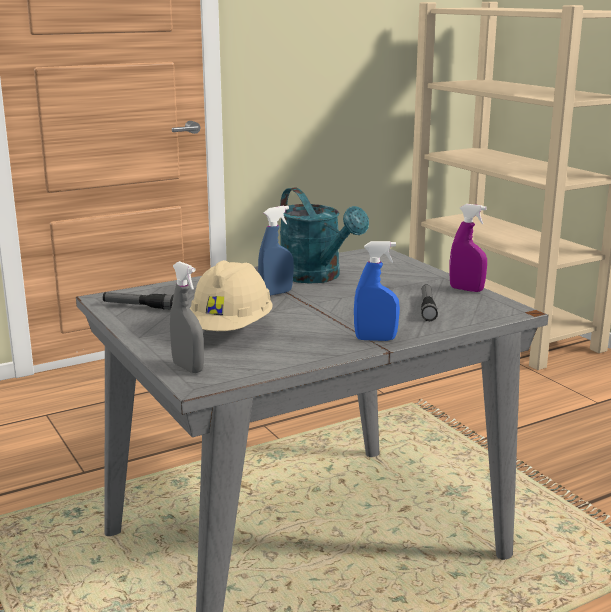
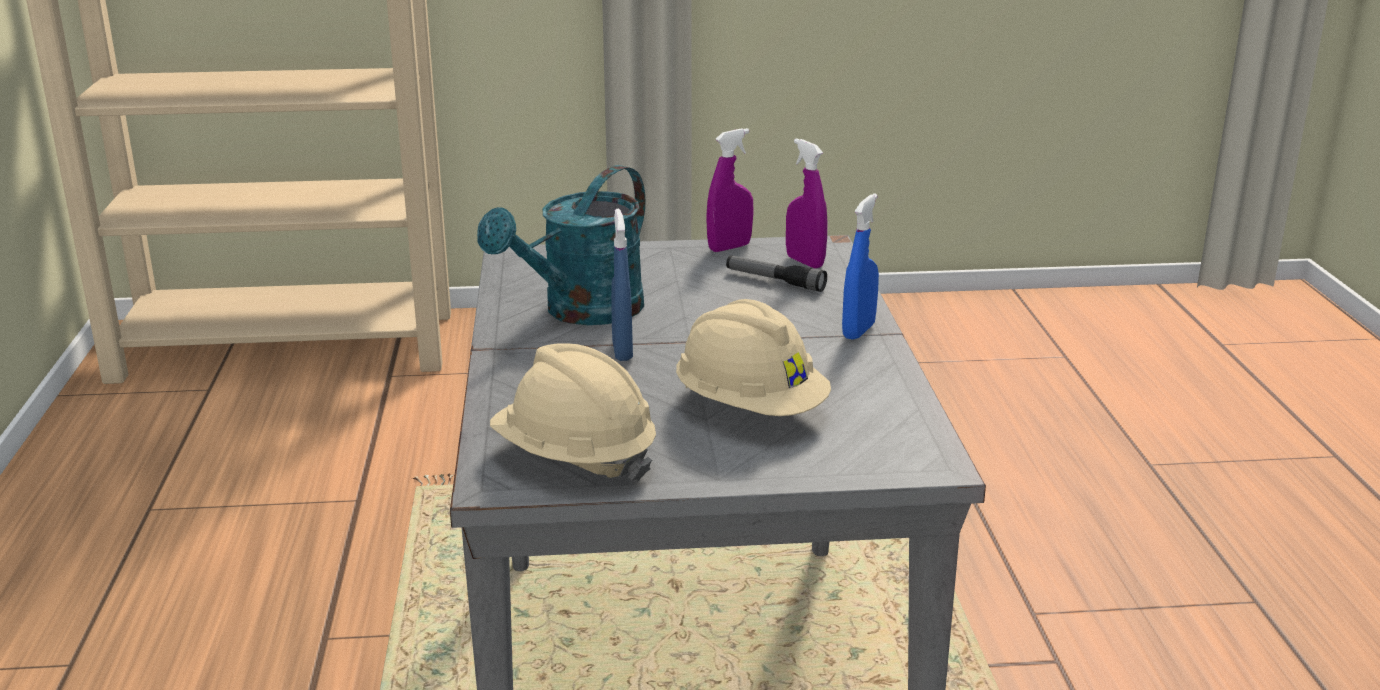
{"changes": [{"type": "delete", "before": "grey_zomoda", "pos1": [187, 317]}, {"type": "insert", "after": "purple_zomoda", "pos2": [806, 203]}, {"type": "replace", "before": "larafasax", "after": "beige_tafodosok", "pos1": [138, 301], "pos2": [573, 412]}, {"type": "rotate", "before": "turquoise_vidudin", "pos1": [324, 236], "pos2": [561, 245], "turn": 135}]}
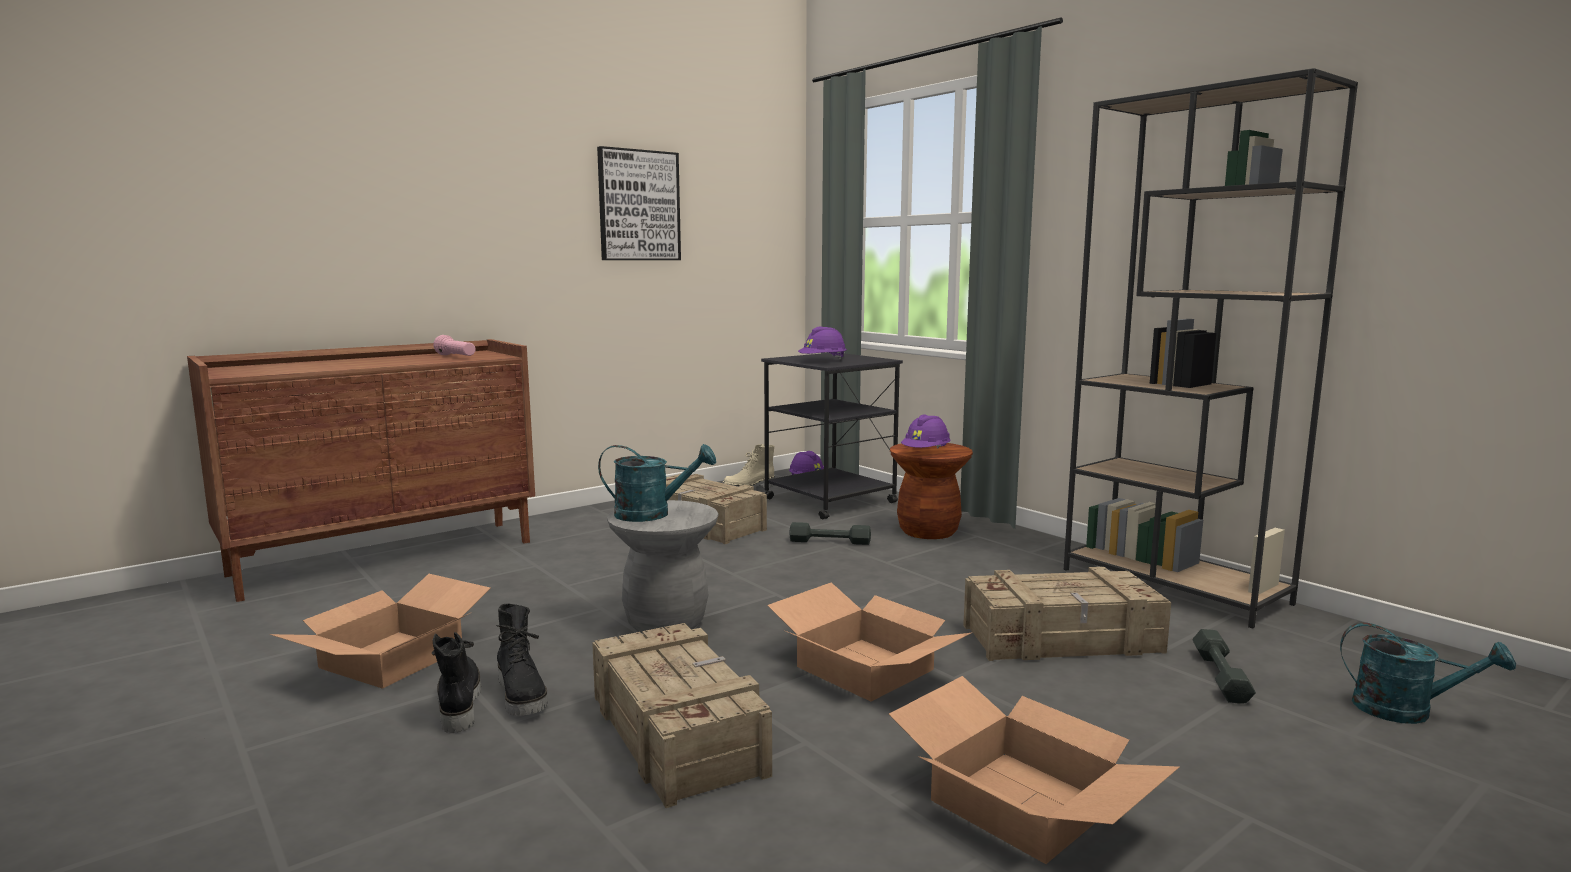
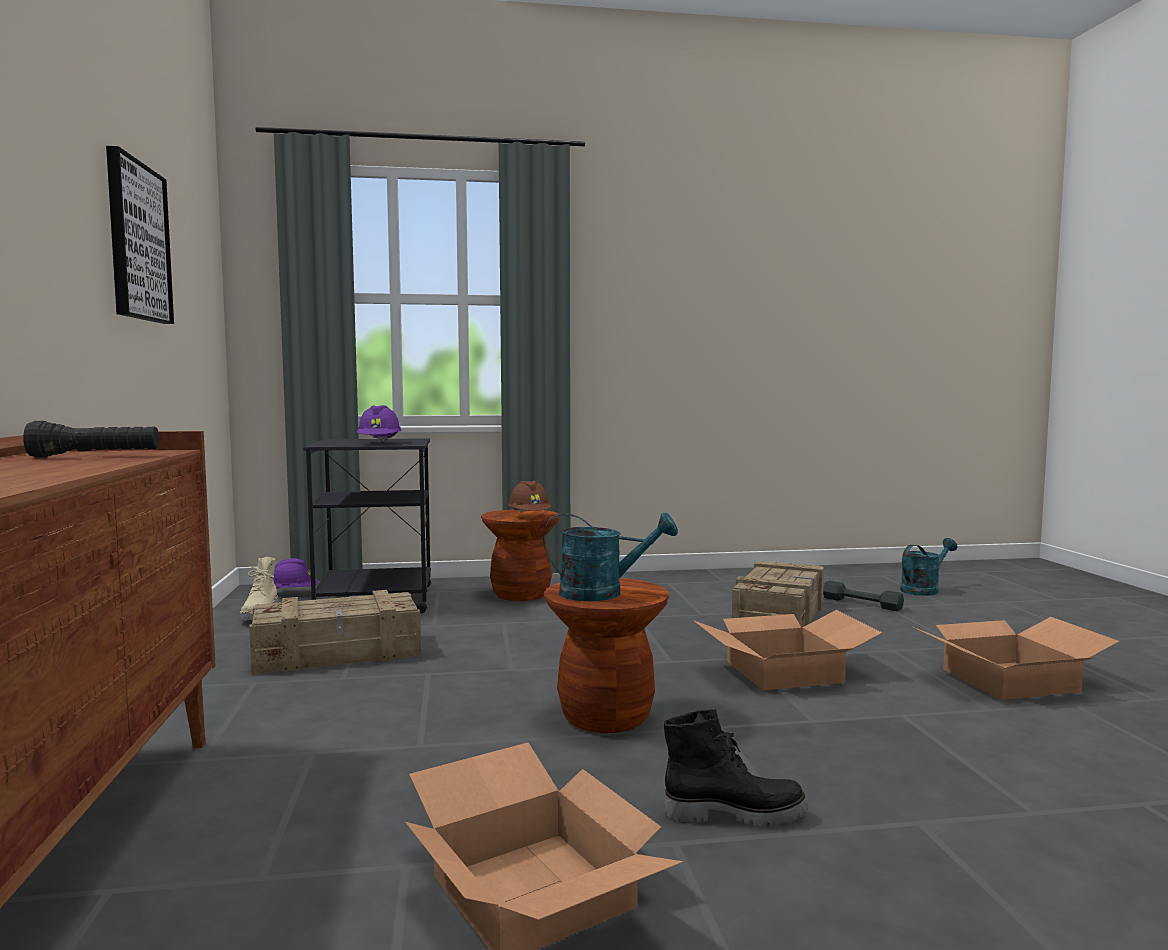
{"changes": [{"type": "delete", "before": "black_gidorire", "pos1": [456, 682]}, {"type": "delete", "before": "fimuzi", "pos1": [682, 715]}, {"type": "delete", "before": "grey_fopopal", "pos1": [830, 533]}, {"type": "delete", "before": "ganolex", "pos1": [1211, 348]}, {"type": "recolor", "before": "pink_larafasax", "after": "black_larafasax", "pos1": [454, 345], "pos2": [91, 439]}, {"type": "recolor", "before": "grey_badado", "after": "brown_badado", "pos1": [662, 566], "pos2": [606, 655]}, {"type": "recolor", "before": "purple_tafodosok", "after": "brown_tafodosok", "pos1": [925, 431], "pos2": [529, 497]}, {"type": "rotate", "before": "turquoise_vidudin", "pos1": [657, 483], "pos2": [610, 556], "turn": 60}]}
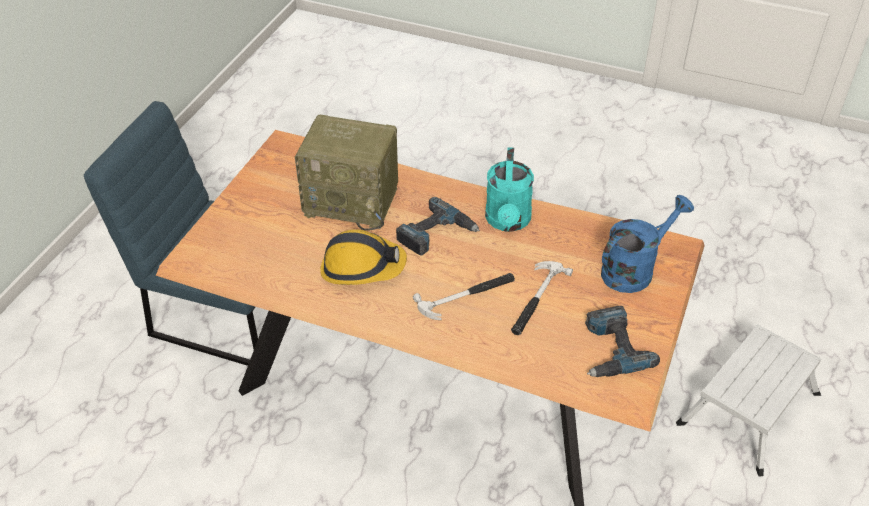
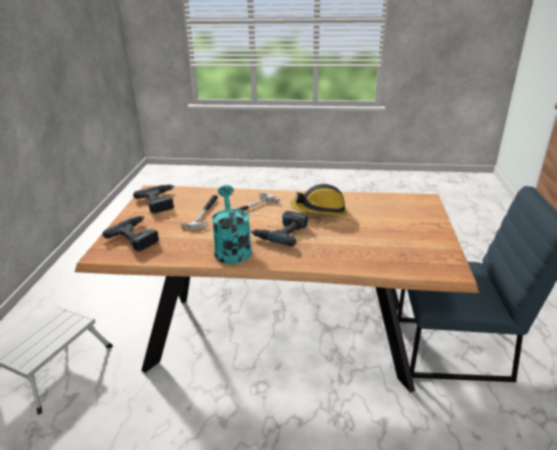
{"changes": [{"type": "delete", "before": "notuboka", "pos1": [346, 173]}, {"type": "replace", "before": "blue_vidudin", "after": "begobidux", "pos1": [647, 244], "pos2": [130, 233]}]}
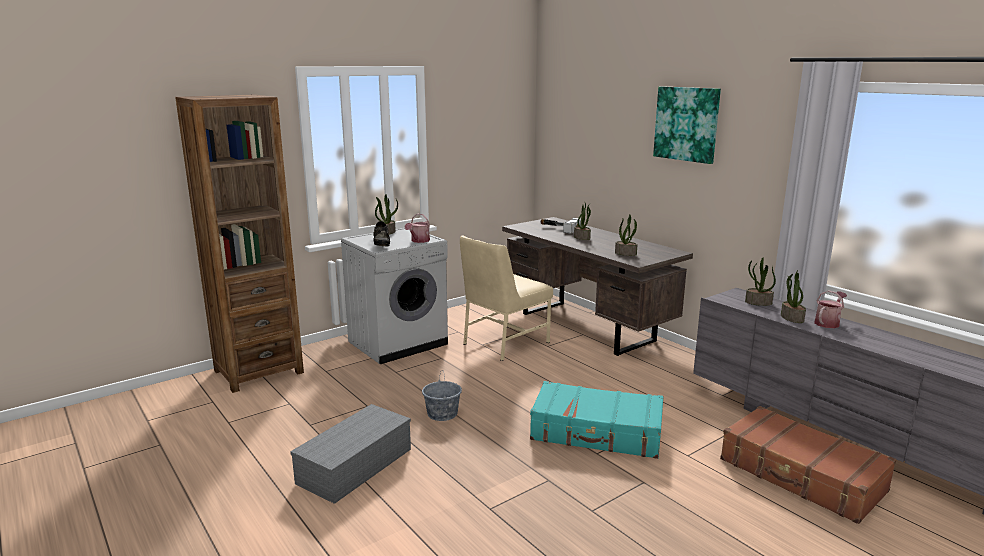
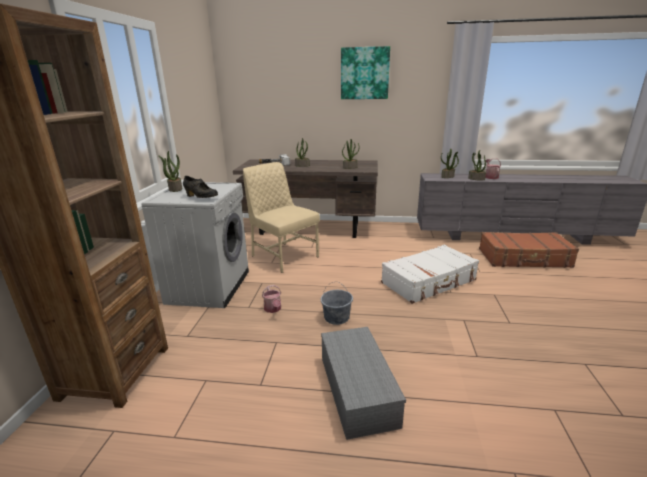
{"changes": [{"type": "move", "before": "vidudin", "pos1": [417, 228], "pos2": [271, 299]}, {"type": "recolor", "before": "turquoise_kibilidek", "after": "white_kibilidek", "pos1": [597, 420], "pos2": [430, 274]}, {"type": "rotate", "before": "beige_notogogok", "pos1": [506, 298], "pos2": [281, 217], "turn": 135}]}
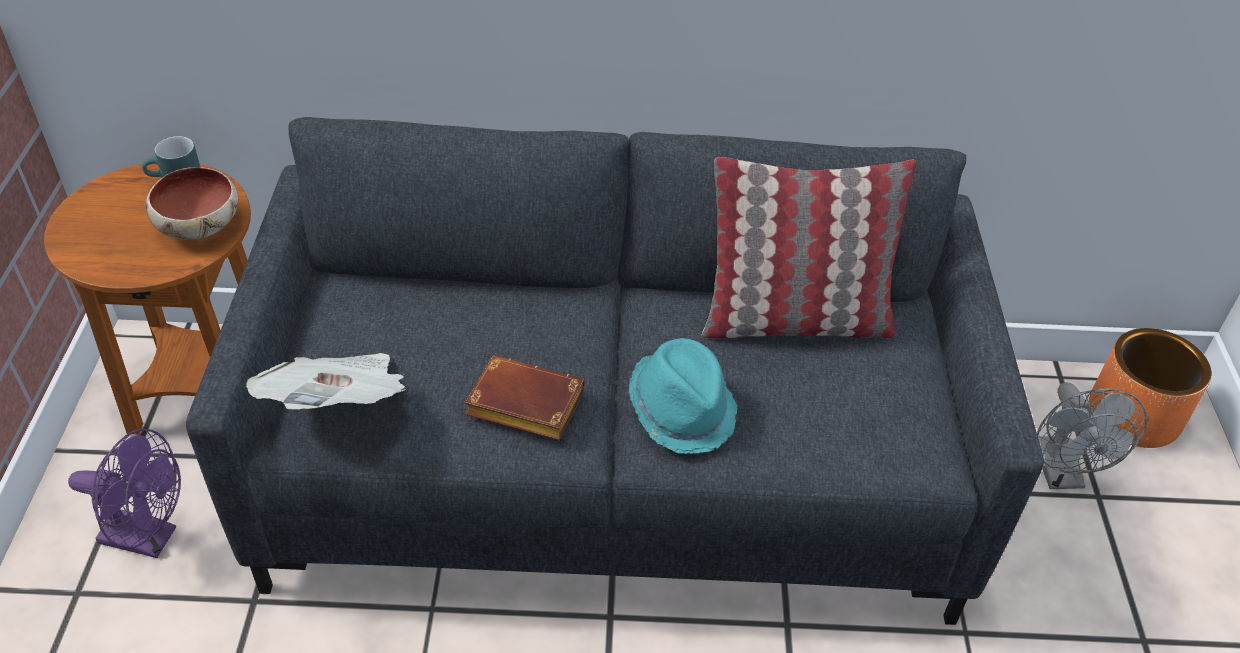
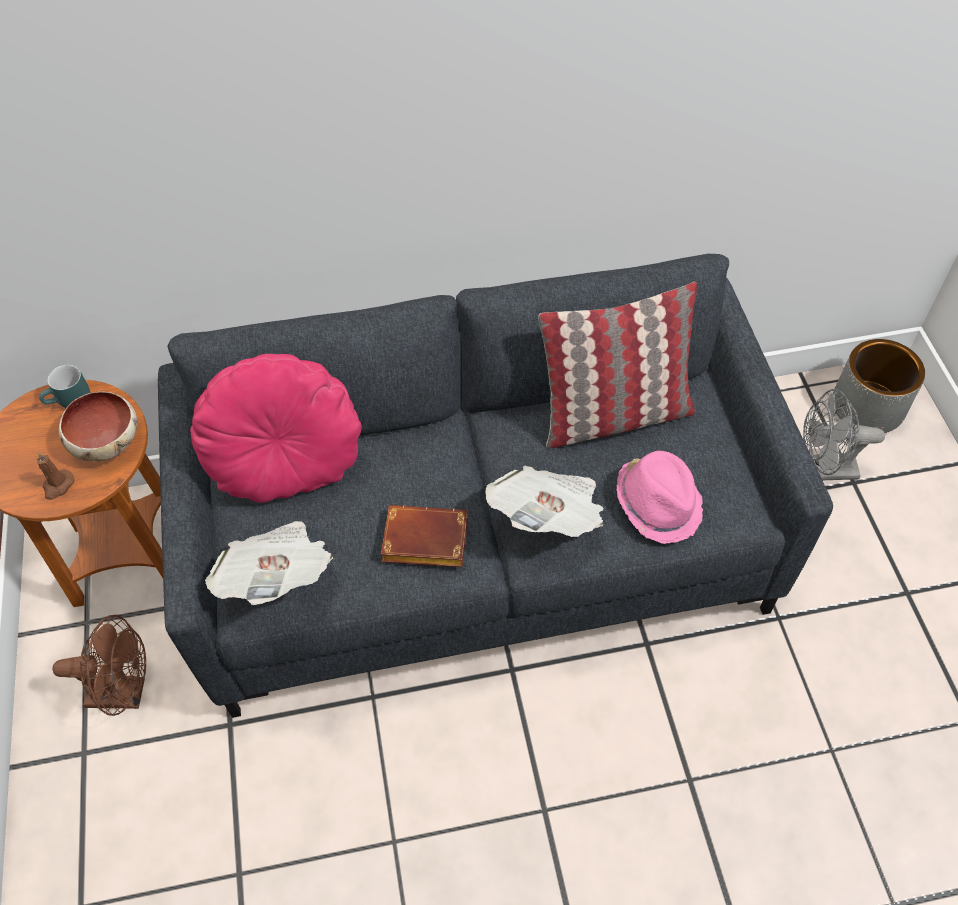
{"changes": [{"type": "insert", "after": "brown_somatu", "pos2": [56, 476]}, {"type": "insert", "after": "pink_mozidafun", "pos2": [276, 428]}, {"type": "insert", "after": "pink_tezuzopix", "pos2": [659, 497]}, {"type": "replace", "before": "turquoise_tezuzopix", "after": "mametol", "pos1": [683, 396], "pos2": [544, 501]}, {"type": "recolor", "before": "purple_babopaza", "after": "brown_babopaza", "pos1": [124, 493], "pos2": [99, 665]}, {"type": "recolor", "before": "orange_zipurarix", "after": "grey_zipurarix", "pos1": [1150, 388], "pos2": [879, 386]}, {"type": "rotate", "before": "grey_babopaza", "pos1": [1092, 435], "pos2": [844, 434], "turn": 105}]}
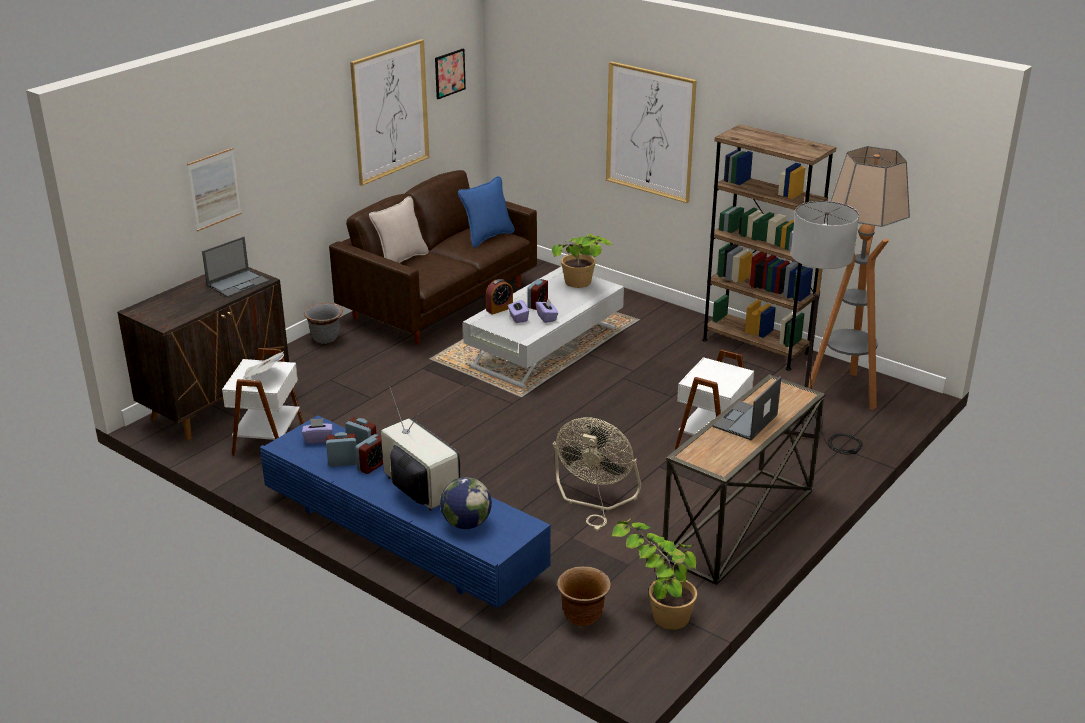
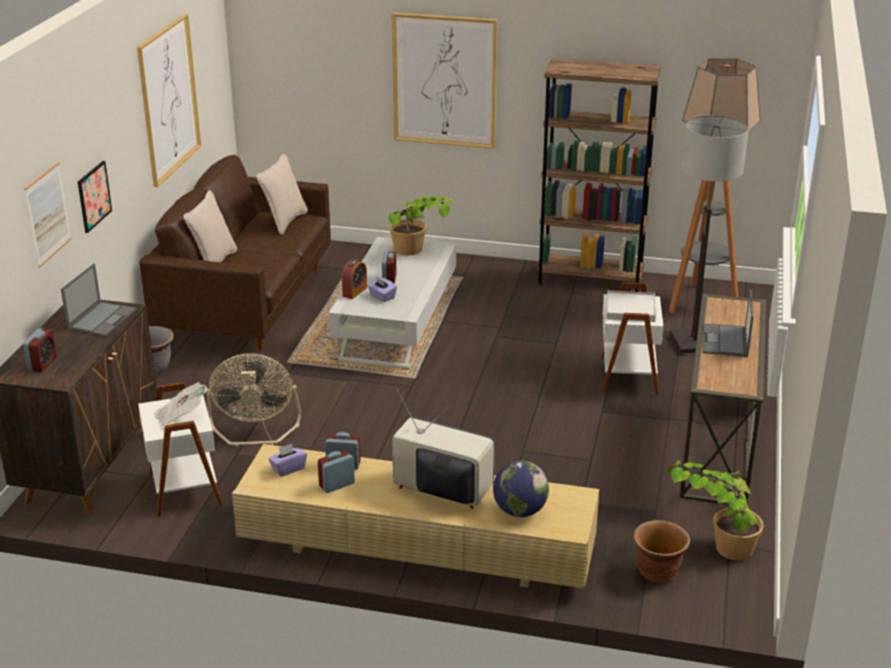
{"changes": [{"type": "delete", "before": "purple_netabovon", "pos1": [547, 311]}, {"type": "insert", "after": "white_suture", "pos2": [631, 306]}, {"type": "move", "before": "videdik", "pos1": [369, 454], "pos2": [40, 350]}, {"type": "move", "before": "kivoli", "pos1": [450, 74], "pos2": [95, 197]}, {"type": "move", "before": "beige_babopaza", "pos1": [597, 474], "pos2": [253, 400]}, {"type": "recolor", "before": "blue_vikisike", "after": "beige_vikisike", "pos1": [405, 511], "pos2": [415, 516]}, {"type": "recolor", "before": "blue_mozidafun", "after": "beige_mozidafun", "pos1": [486, 212], "pos2": [282, 194]}]}
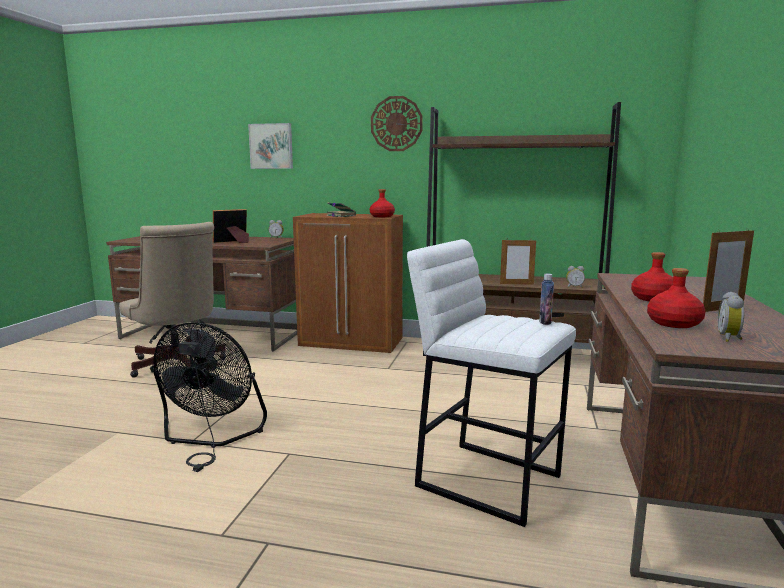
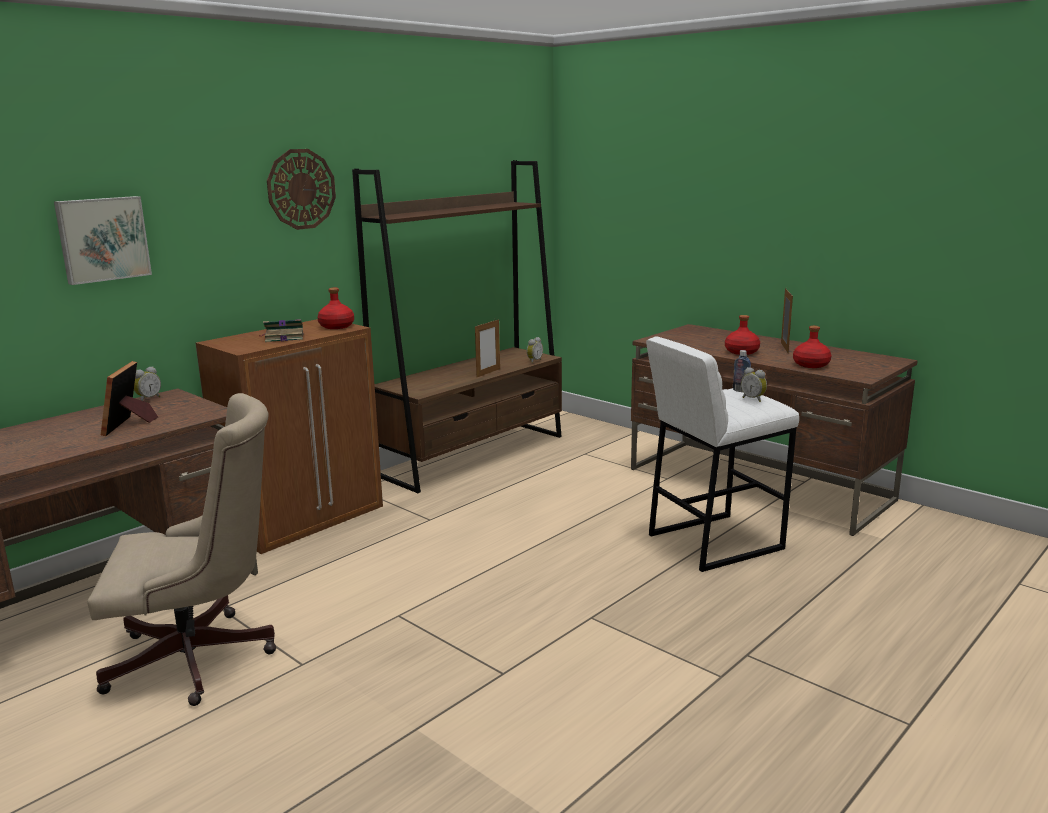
{"changes": [{"type": "delete", "before": "black_babopaza", "pos1": [208, 397]}, {"type": "move", "before": "videdik", "pos1": [731, 317], "pos2": [754, 384]}]}
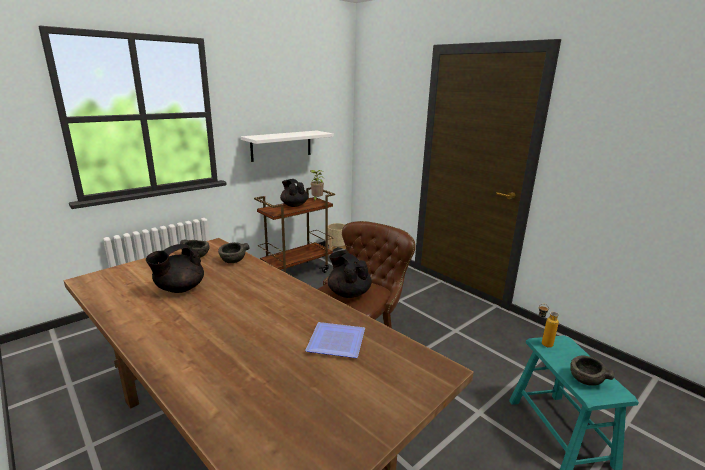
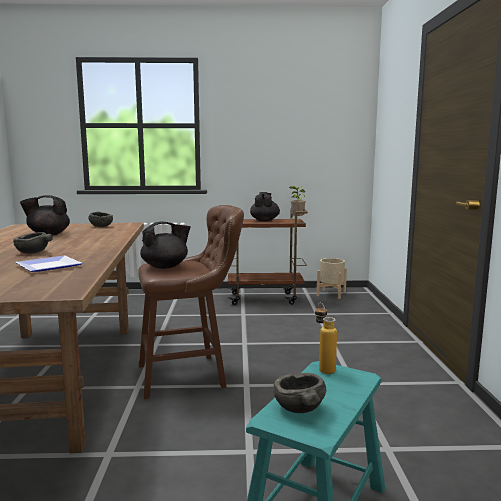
{"changes": [{"type": "delete", "before": "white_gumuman", "pos1": [287, 146]}, {"type": "move", "before": "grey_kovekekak", "pos1": [234, 252], "pos2": [33, 243]}, {"type": "rotate", "before": "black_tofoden", "pos1": [350, 274], "pos2": [165, 245], "turn": 60}]}
